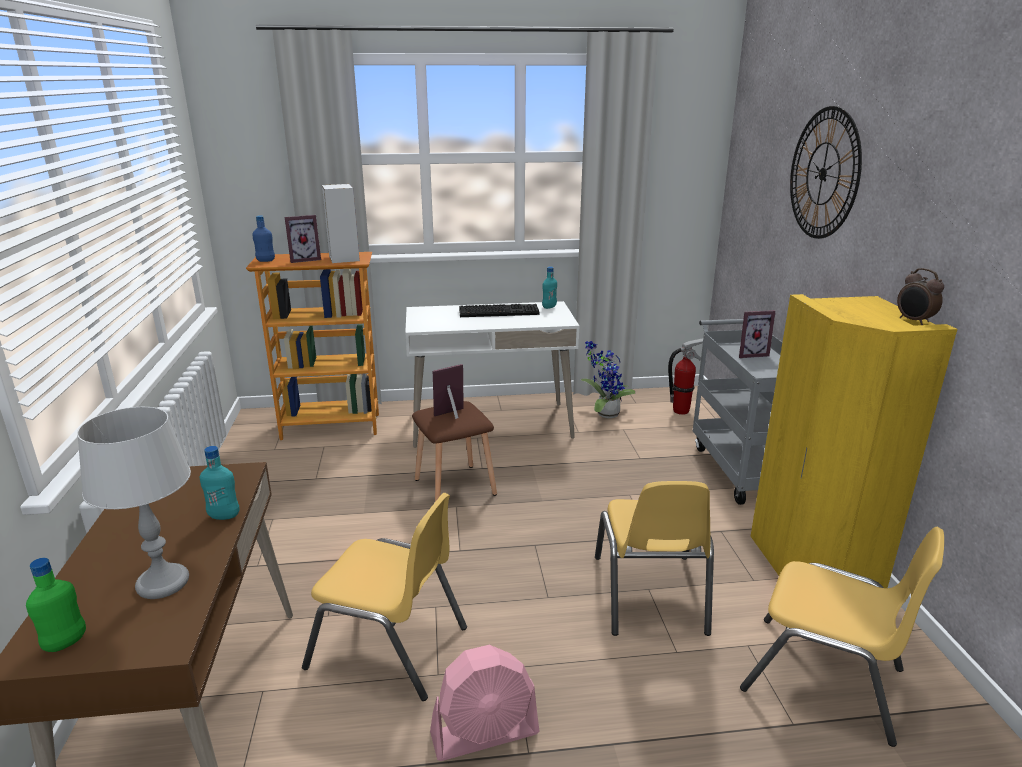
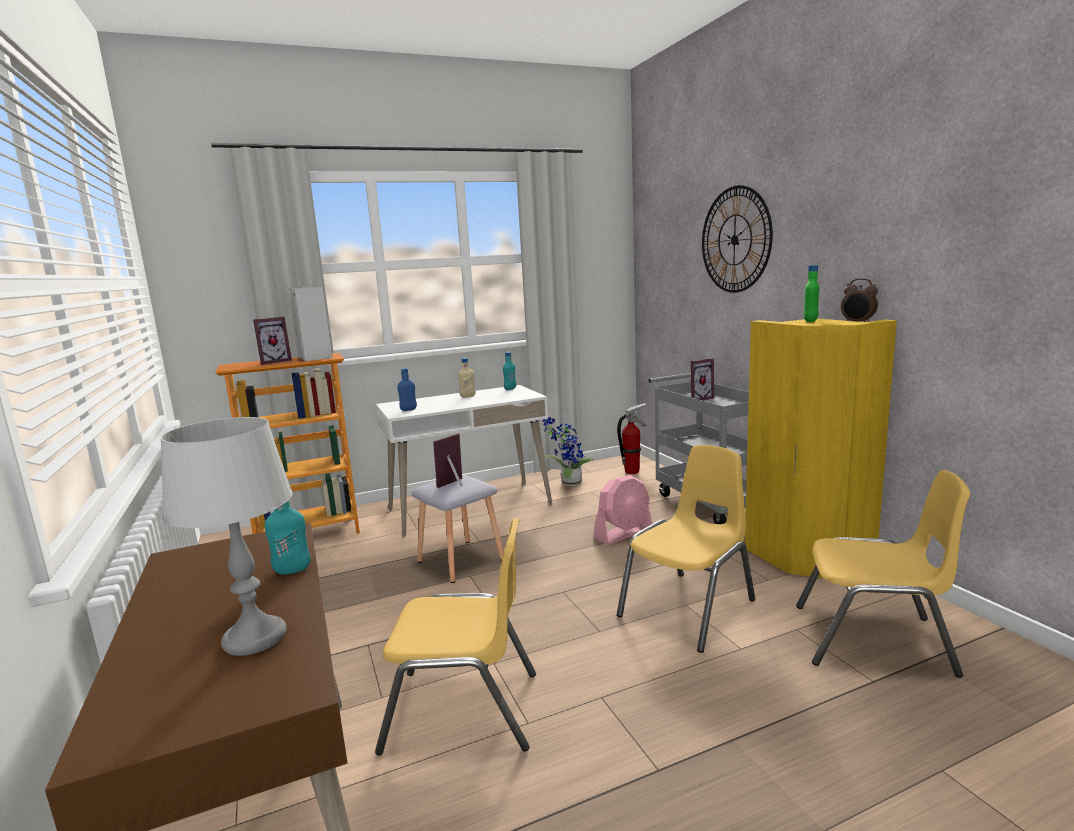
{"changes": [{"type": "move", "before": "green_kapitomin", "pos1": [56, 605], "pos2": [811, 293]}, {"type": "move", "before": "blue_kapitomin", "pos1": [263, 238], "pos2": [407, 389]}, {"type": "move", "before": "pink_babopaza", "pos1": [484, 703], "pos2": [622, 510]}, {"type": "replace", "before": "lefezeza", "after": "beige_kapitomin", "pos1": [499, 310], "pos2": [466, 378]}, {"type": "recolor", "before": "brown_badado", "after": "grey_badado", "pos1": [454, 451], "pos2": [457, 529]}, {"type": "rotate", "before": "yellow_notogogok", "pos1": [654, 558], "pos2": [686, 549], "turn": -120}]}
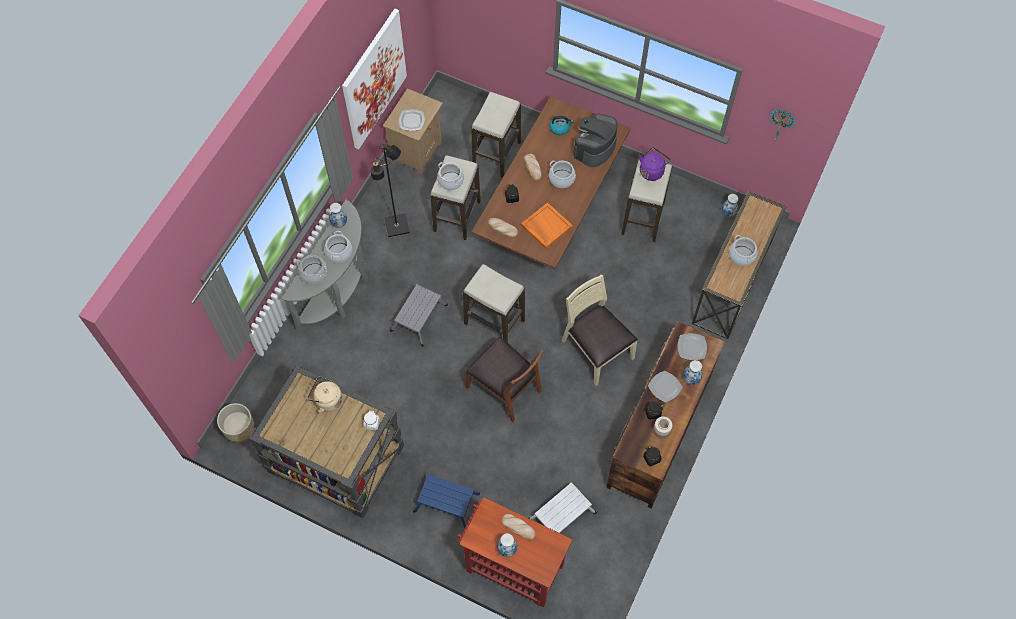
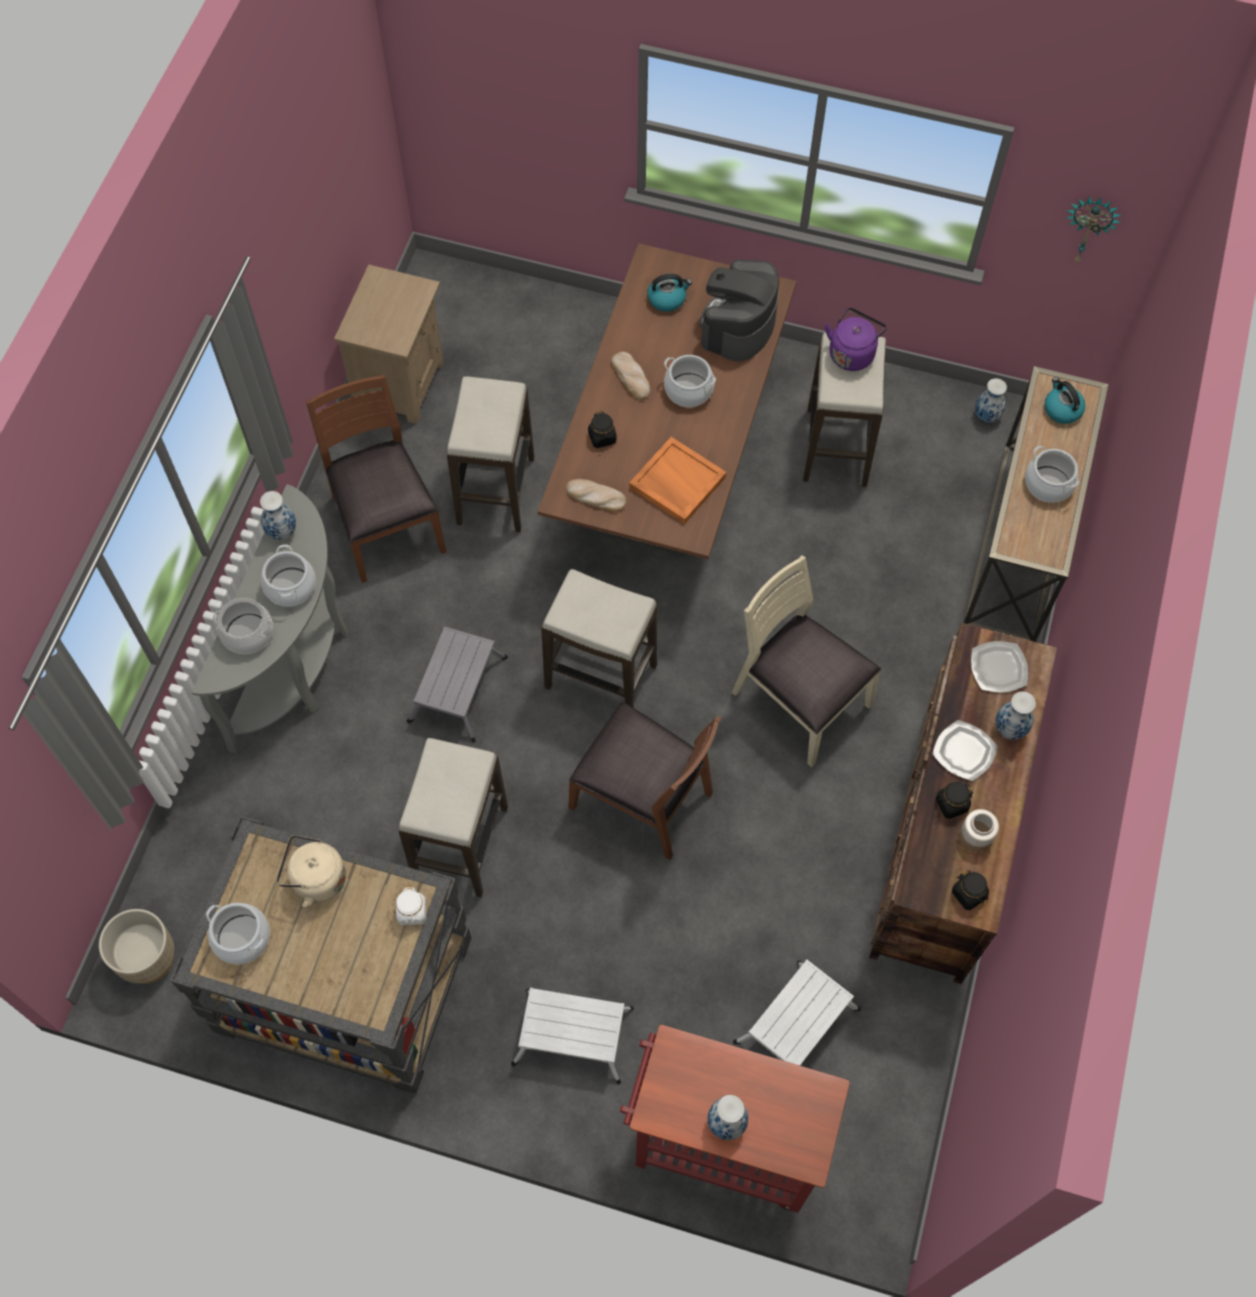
{"changes": [{"type": "delete", "before": "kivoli", "pos1": [374, 79]}, {"type": "delete", "before": "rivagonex", "pos1": [411, 120]}, {"type": "delete", "before": "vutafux", "pos1": [518, 527]}, {"type": "insert", "after": "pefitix", "pos2": [1064, 400]}, {"type": "move", "before": "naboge", "pos1": [450, 176], "pos2": [238, 933]}, {"type": "move", "before": "badado", "pos1": [496, 135], "pos2": [453, 817]}, {"type": "replace", "before": "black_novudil", "after": "brown_notogogok", "pos1": [390, 190], "pos2": [376, 478]}, {"type": "recolor", "before": "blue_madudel", "after": "white_madudel", "pos1": [446, 501], "pos2": [572, 1036]}]}
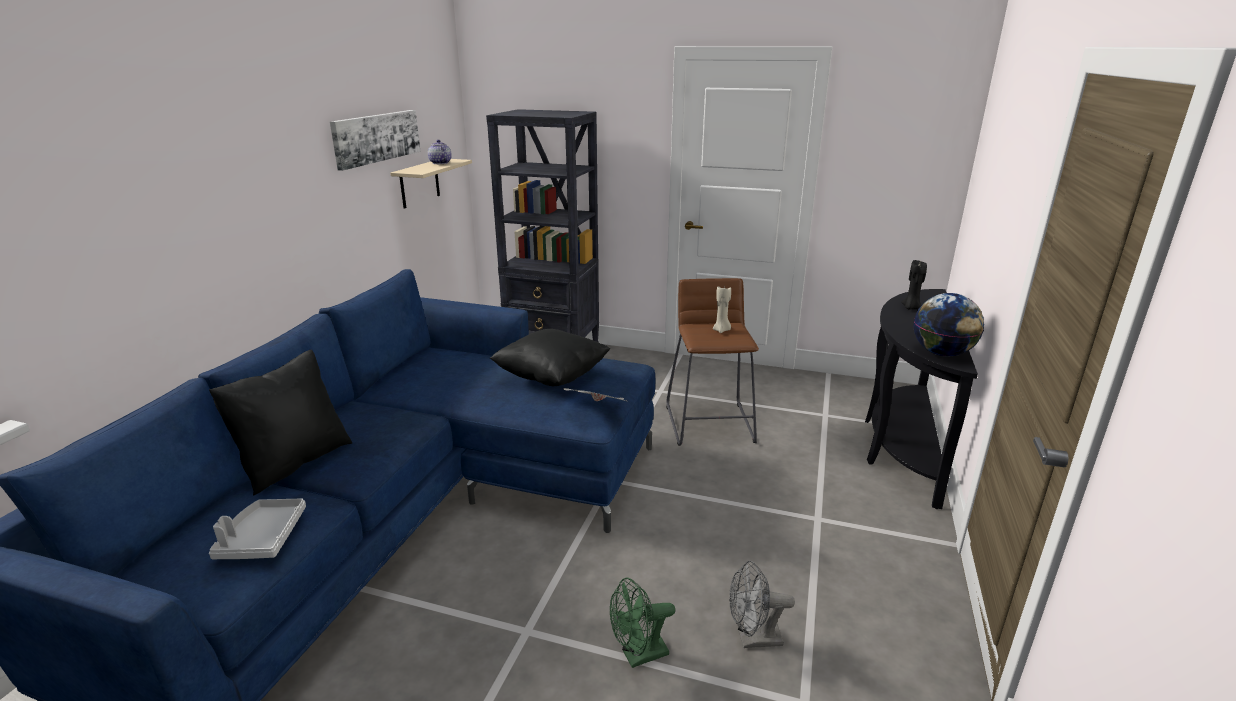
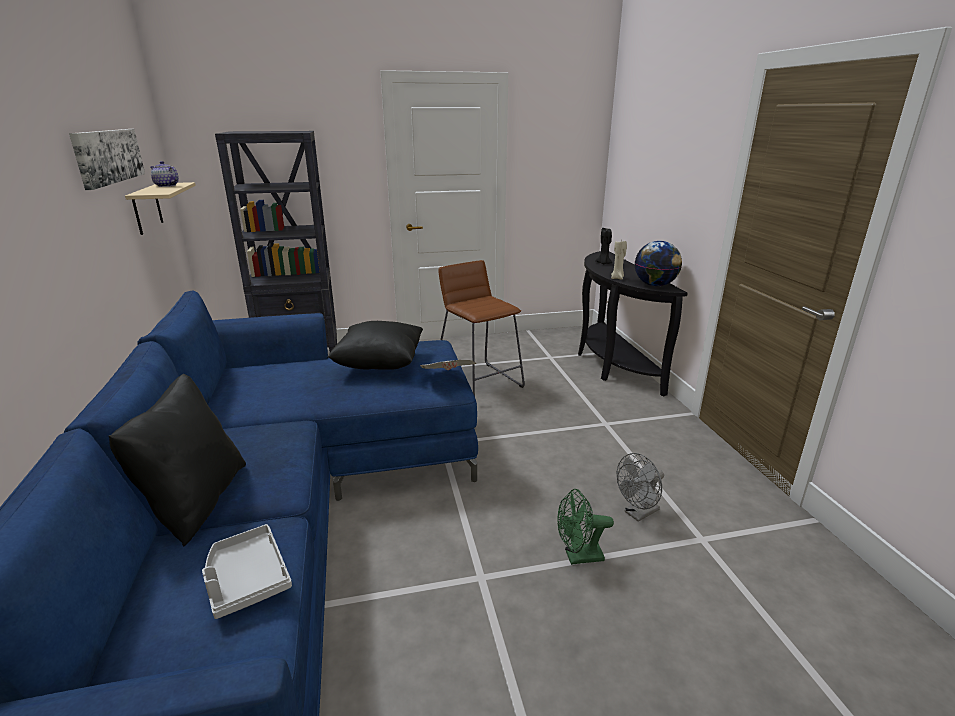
{"changes": [{"type": "move", "before": "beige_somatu", "pos1": [722, 309], "pos2": [619, 260]}, {"type": "rotate", "before": "green_babopaza", "pos1": [642, 623], "pos2": [585, 527], "turn": 45}]}
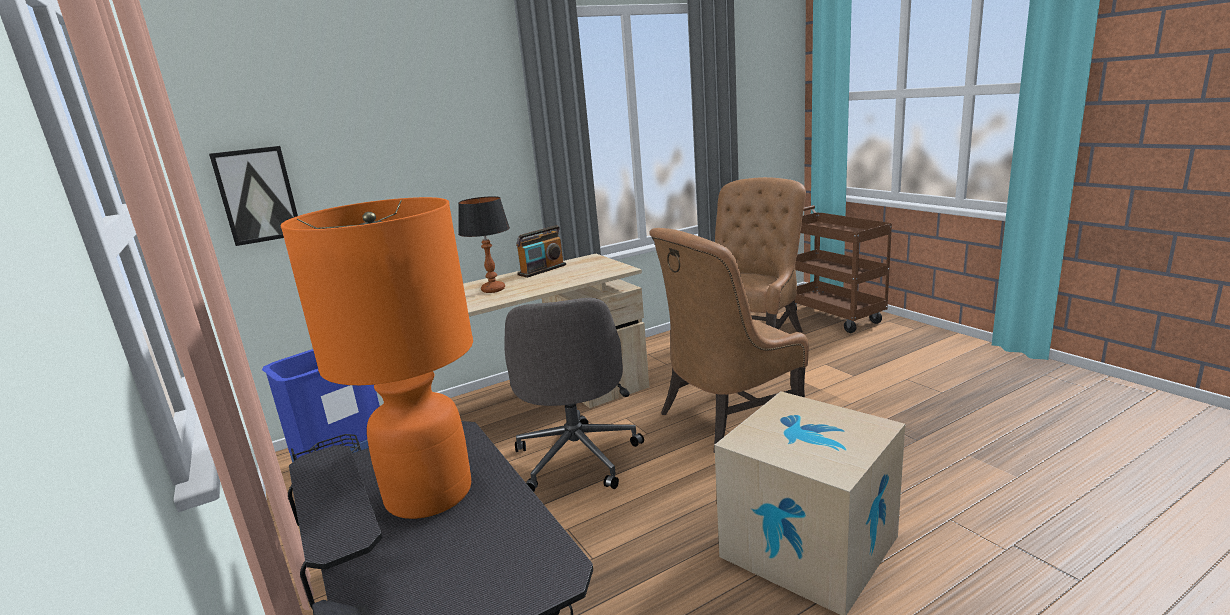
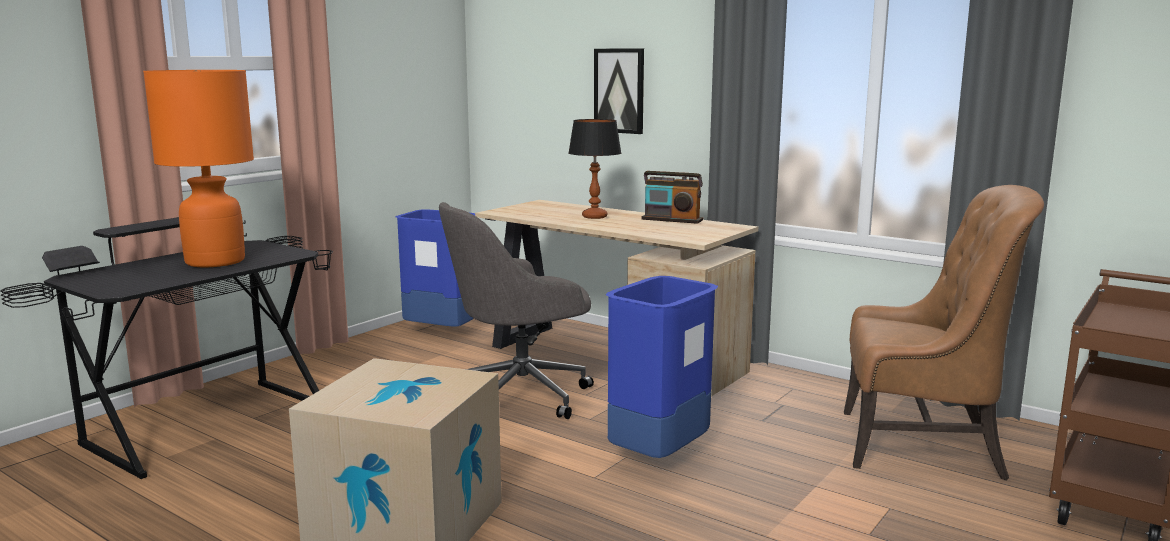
{"changes": [{"type": "move", "before": "kivoli", "pos1": [253, 196], "pos2": [619, 91]}, {"type": "replace", "before": "brown_notogogok", "after": "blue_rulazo", "pos1": [729, 340], "pos2": [662, 367]}]}
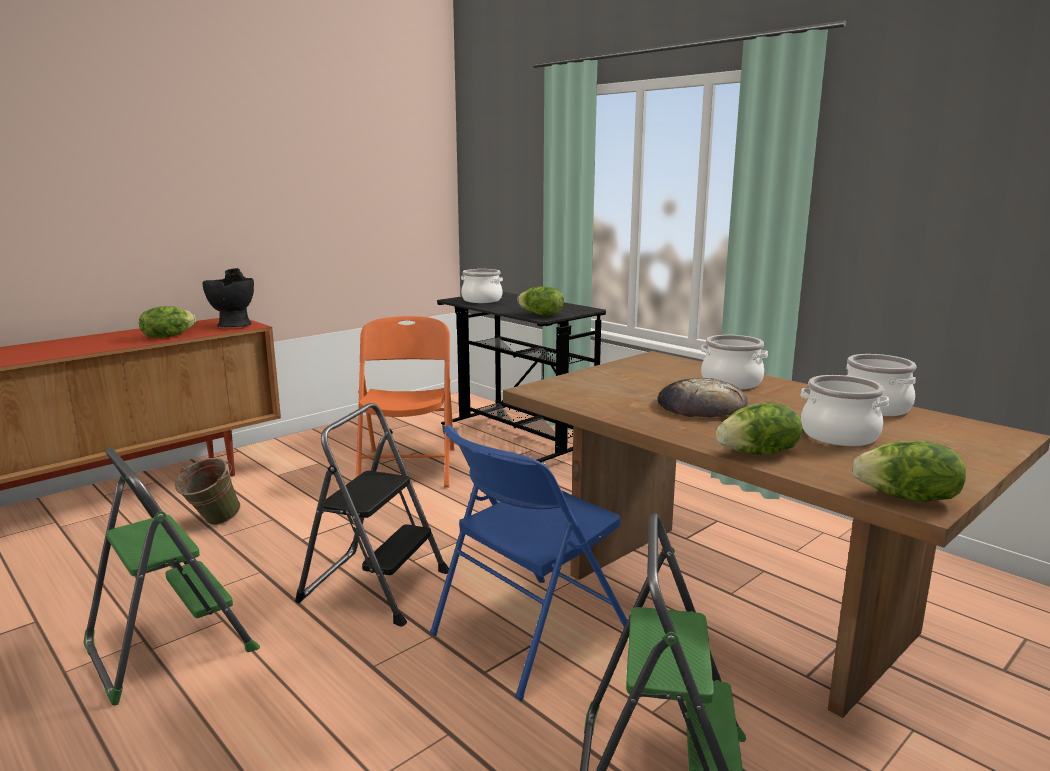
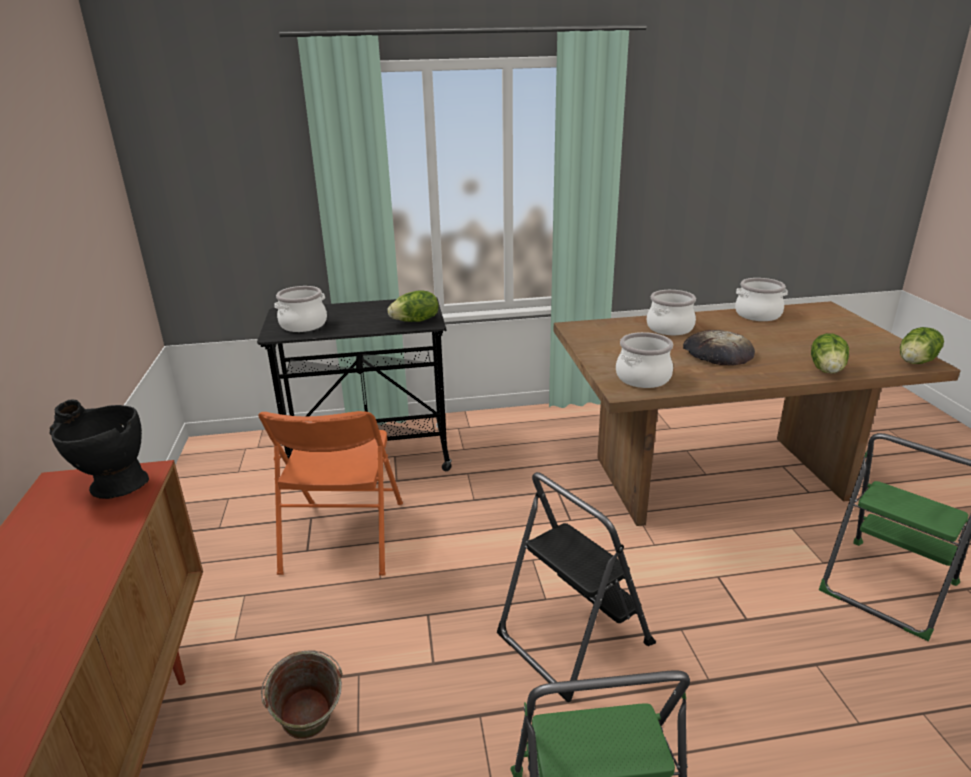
{"changes": [{"type": "delete", "before": "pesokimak", "pos1": [167, 322]}, {"type": "delete", "before": "blue_notogogok", "pos1": [528, 563]}, {"type": "move", "before": "naboge", "pos1": [845, 410], "pos2": [644, 360]}, {"type": "rotate", "before": "orange_notogogok", "pos1": [405, 402], "pos2": [330, 493], "turn": -120}]}
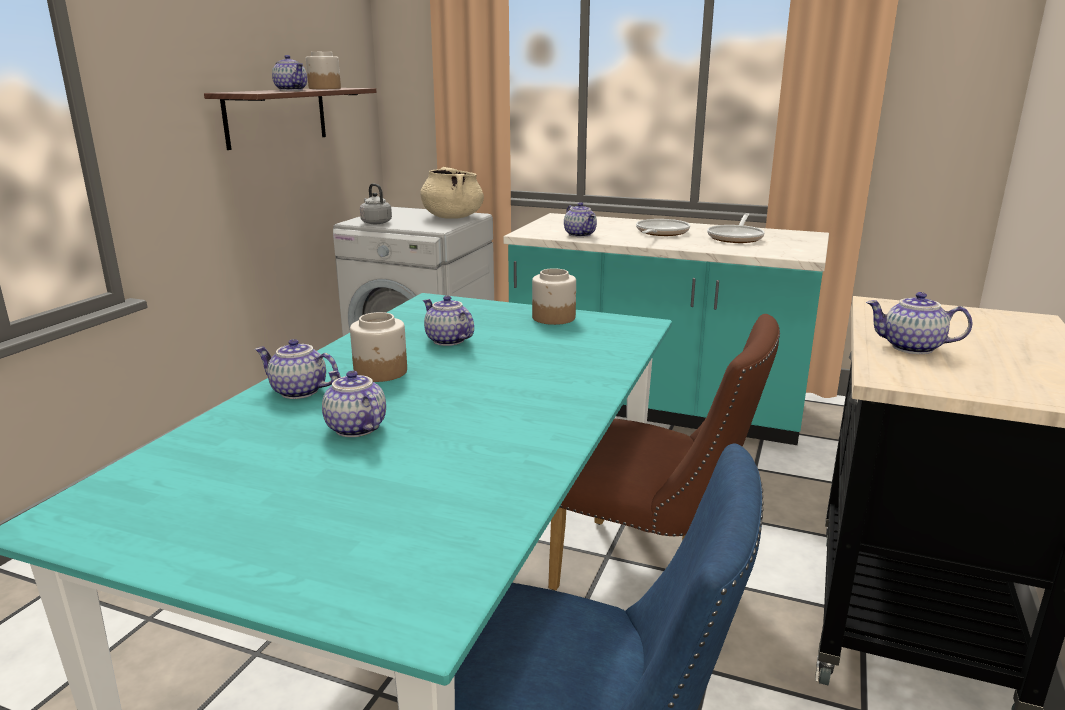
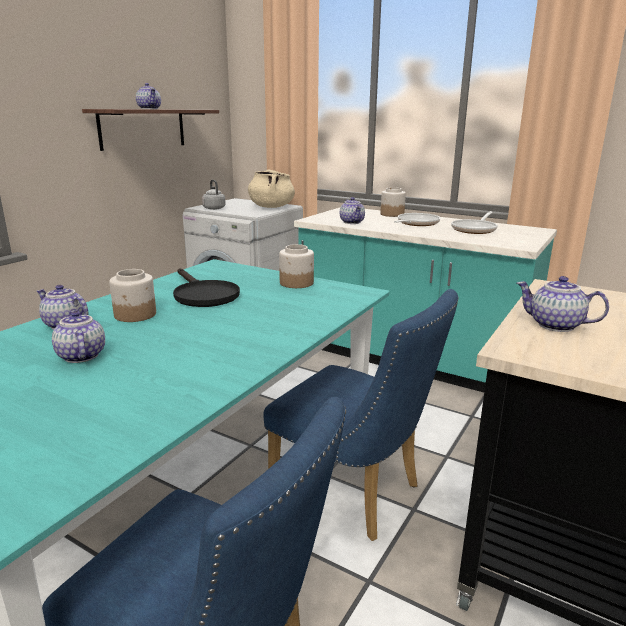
{"changes": [{"type": "move", "before": "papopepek", "pos1": [323, 70], "pos2": [393, 202]}, {"type": "replace", "before": "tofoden", "after": "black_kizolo", "pos1": [448, 321], "pos2": [206, 287]}, {"type": "recolor", "before": "brown_notogogok", "after": "blue_notogogok", "pos1": [664, 452], "pos2": [361, 415]}]}
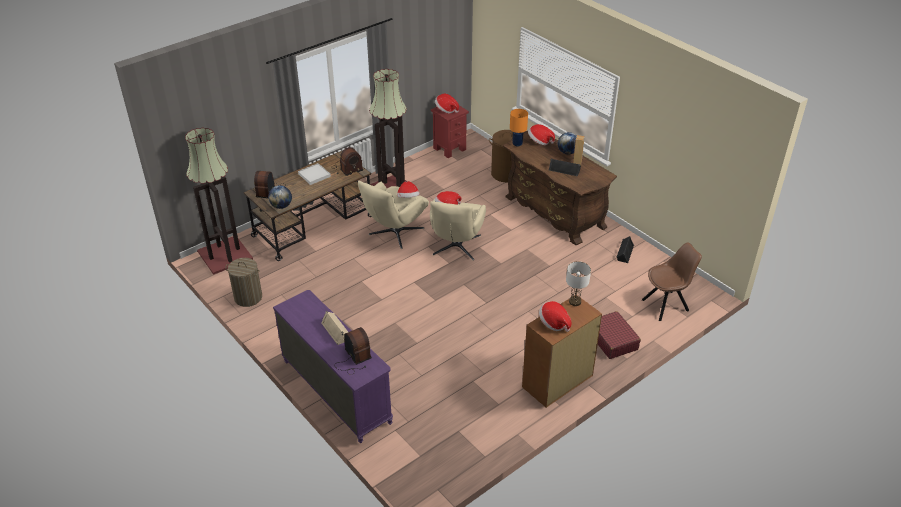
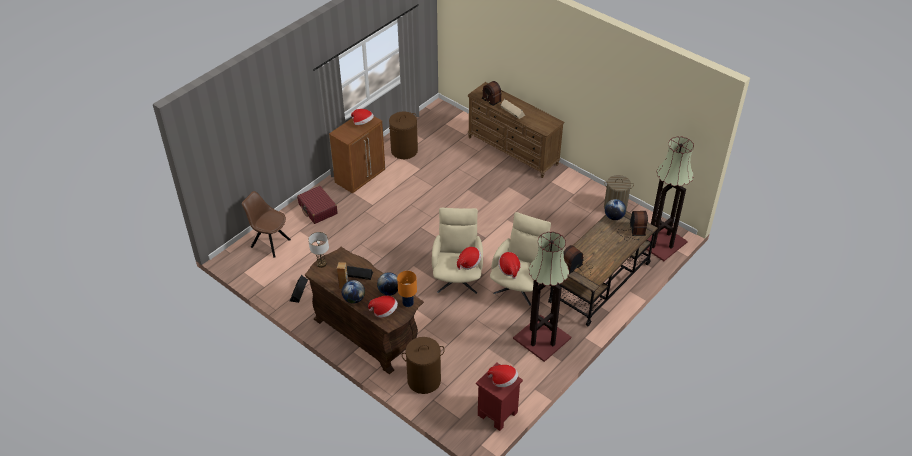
{"changes": [{"type": "delete", "before": "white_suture", "pos1": [314, 174]}, {"type": "insert", "after": "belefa", "pos2": [387, 284]}, {"type": "insert", "after": "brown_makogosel", "pos2": [403, 135]}, {"type": "move", "before": "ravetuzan", "pos1": [578, 283], "pos2": [318, 250]}, {"type": "recolor", "before": "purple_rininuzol", "after": "brown_rininuzol", "pos1": [333, 366], "pos2": [516, 130]}, {"type": "rotate", "before": "brown_notogogok", "pos1": [672, 281], "pos2": [266, 224], "turn": 60}]}
